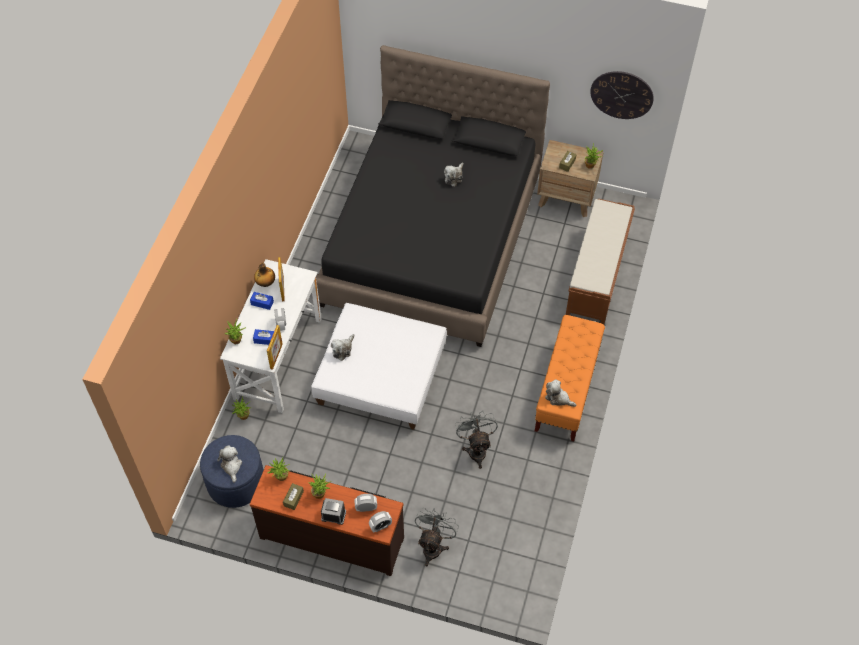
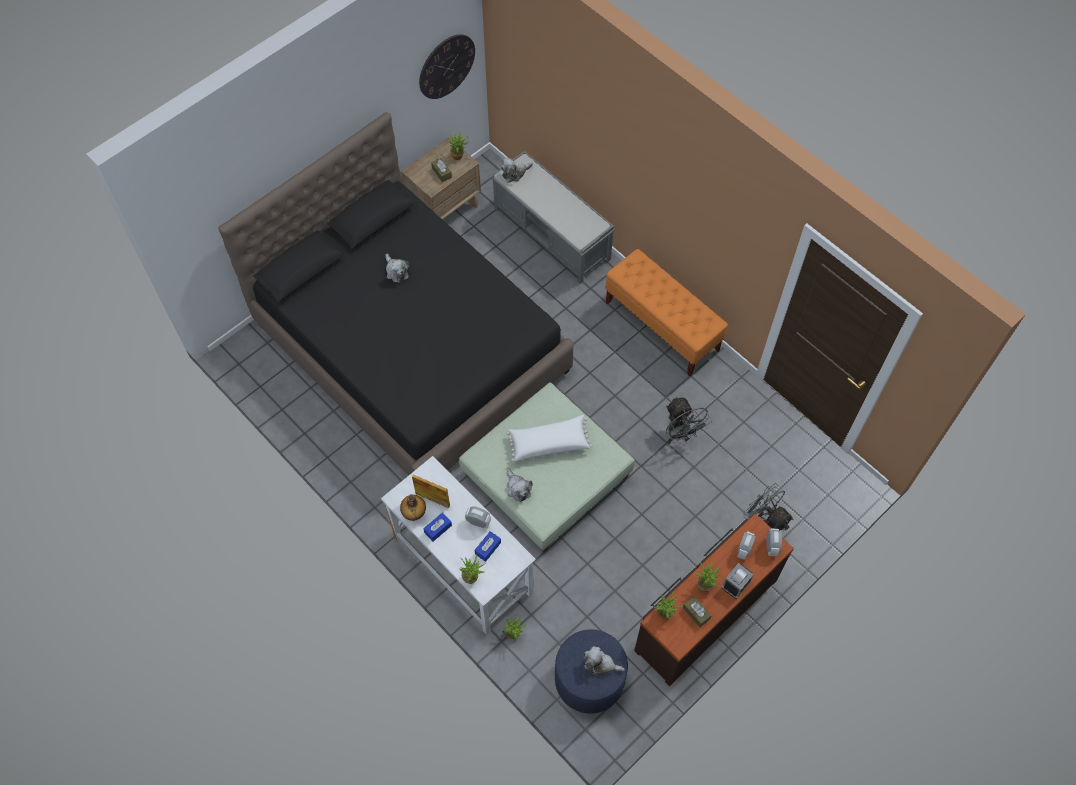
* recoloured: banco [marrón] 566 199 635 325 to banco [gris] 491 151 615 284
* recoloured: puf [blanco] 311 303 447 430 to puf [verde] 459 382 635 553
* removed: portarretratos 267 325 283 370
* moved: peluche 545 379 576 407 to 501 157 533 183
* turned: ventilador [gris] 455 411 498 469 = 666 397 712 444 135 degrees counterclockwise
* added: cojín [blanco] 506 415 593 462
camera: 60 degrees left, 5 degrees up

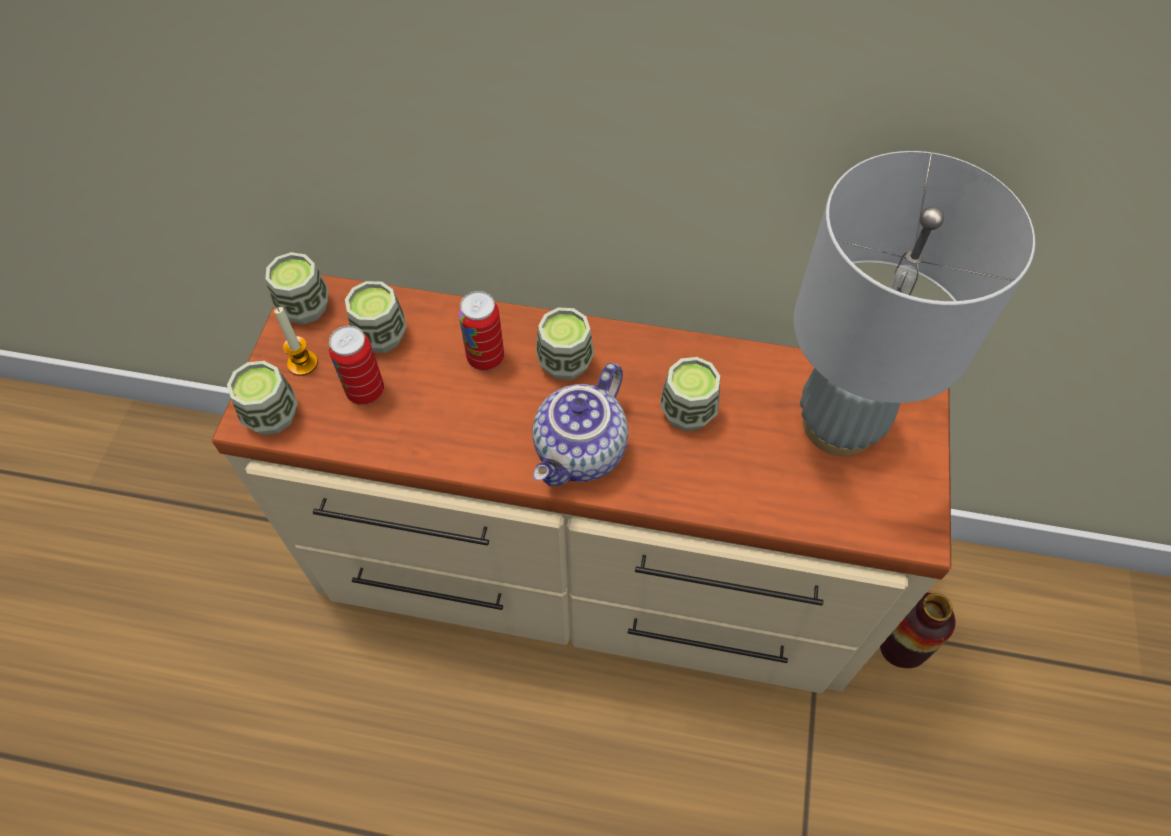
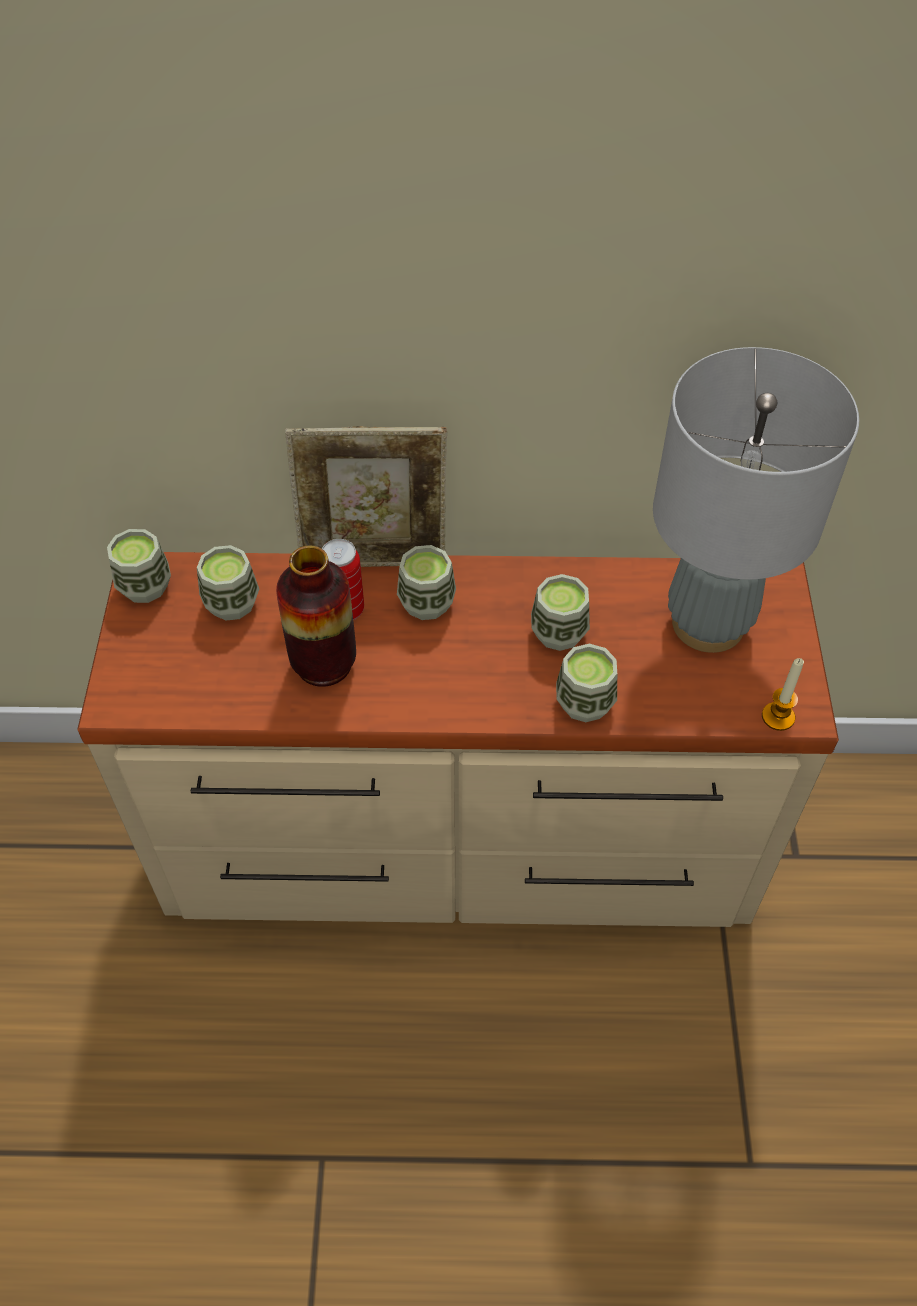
* moved: vela 274 307 318 376 to 762 658 804 731
* removed: lata 329 326 384 405
* moved: taza 227 361 298 435 to 556 644 617 722
* removed: tetera 532 363 628 487
* moved: florero 880 592 956 668 to 276 546 356 687
* added: portarretratos 285 426 447 567
camera: 10 degrees left, 5 degrees down

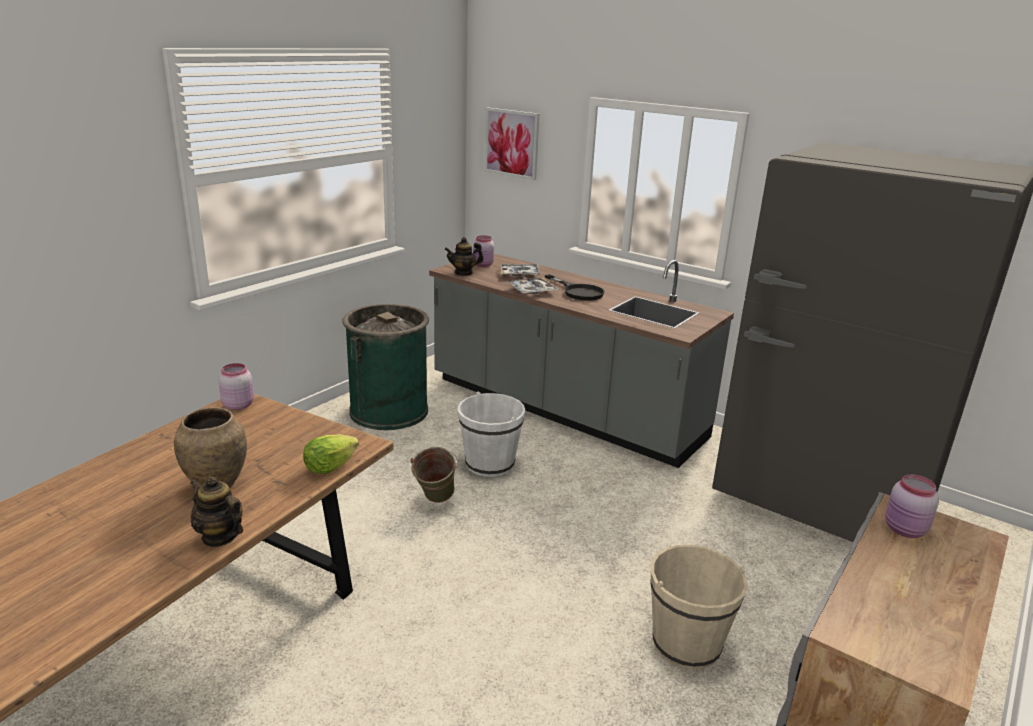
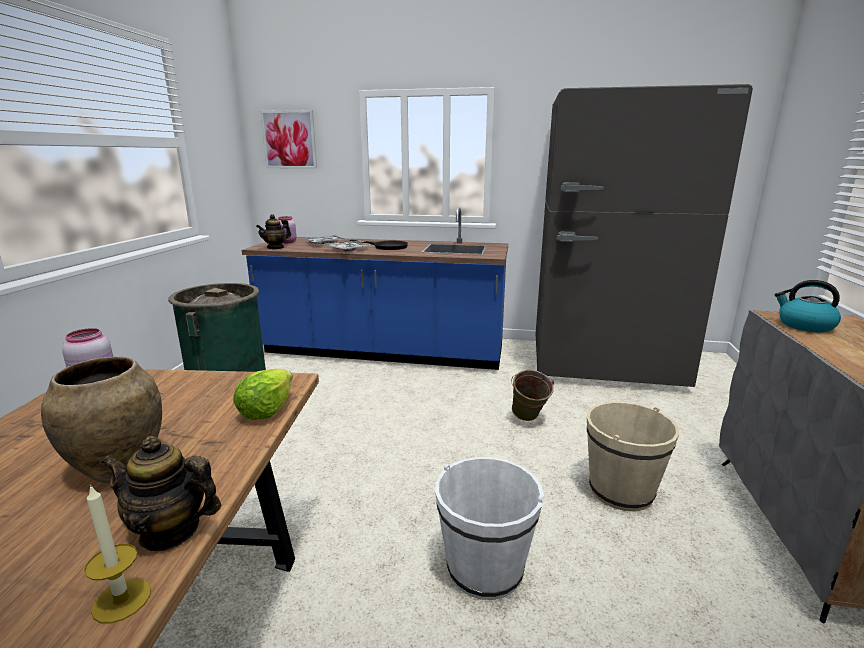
* recoloured: mueble bajo de cocina [gris] 429 254 734 468 to mueble bajo de cocina [azul] 242 208 508 370
* moved: cubo [blanco] 458 391 525 477 to 435 457 544 600
* moved: cubo [verde] 410 447 458 503 to 511 370 554 421
* replaced: tarro [rosa] 885 474 939 538 to hervidor 775 280 841 333
* added: vela 84 484 151 623
camera: 25 degrees left, 5 degrees down

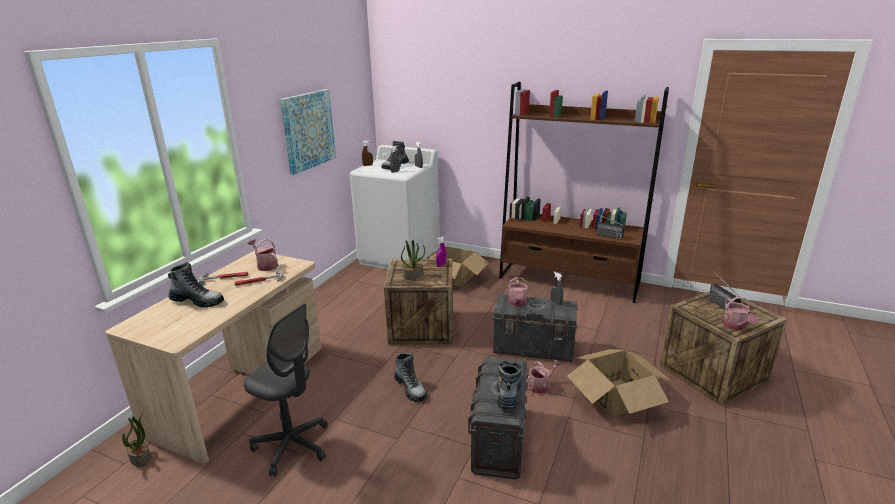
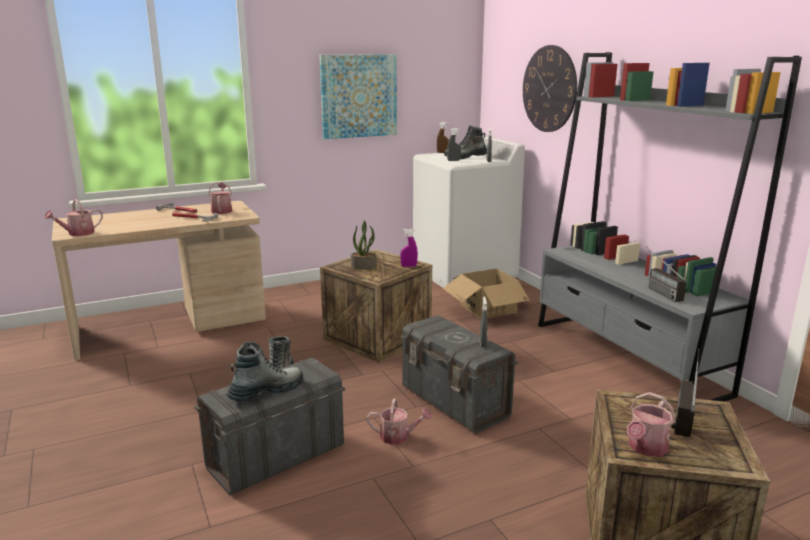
* recoloured: estantería [marrón] 499 82 669 303 to estantería [gris] 538 52 802 401
* removed: bota 168 262 224 308
* moved: regadera 508 277 529 306 to 44 199 103 236
* removed: silla de oficina [gris] 244 303 327 477
* removed: caja de cartón 567 349 671 417
* removed: planta en maceta 122 414 151 467
* added: reloj de pared 523 45 577 132
camera: 40 degrees right, 5 degrees down

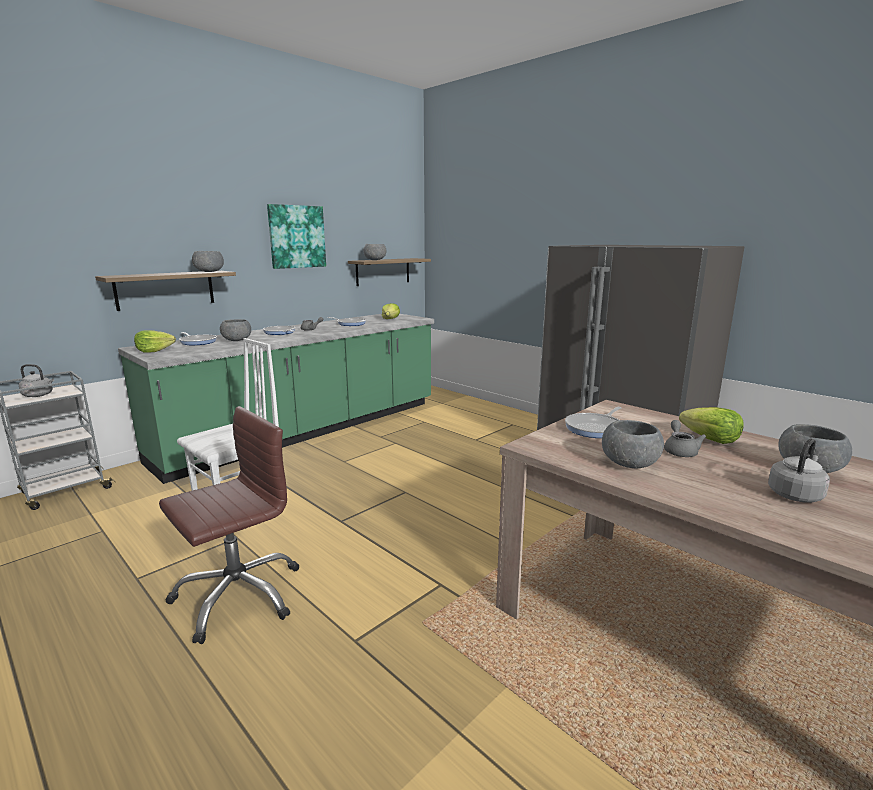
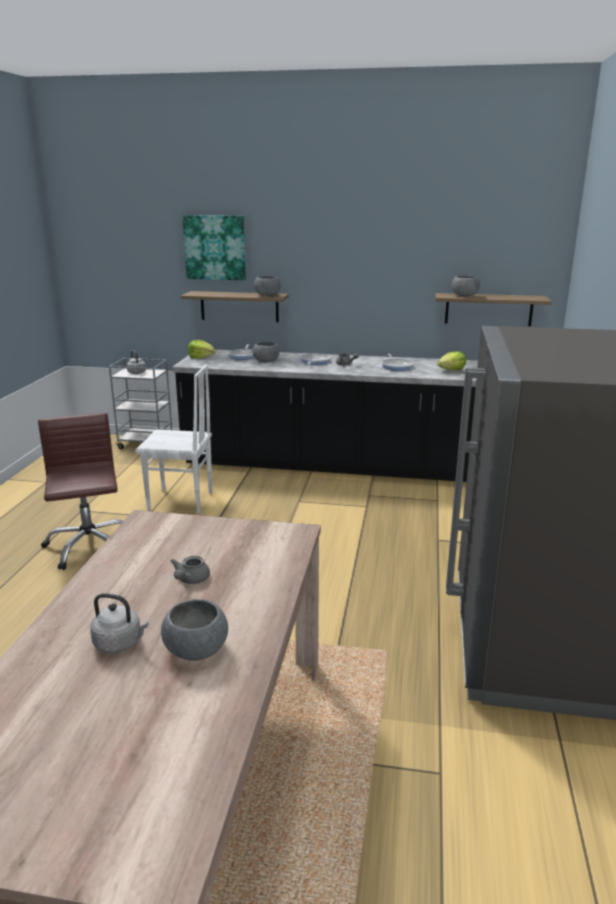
* moved: cuadro 267 204 326 269 to 183 215 246 280
* recoloured: mueble bajo de cocina [verde] 118 314 434 484 to mueble bajo de cocina [negro] 172 350 478 482
* turned: silla de oficina [marrón] 159 406 300 644 = 38 413 123 570 120 degrees counterclockwise
* removed: sartén 565 407 621 438
* removed: lechuga 679 407 744 444
* removed: cuenco [gris] 602 420 664 468
* turned: tetera [gris] 664 420 706 457 = 170 556 210 584 135 degrees clockwise
camera: 55 degrees right, 5 degrees up

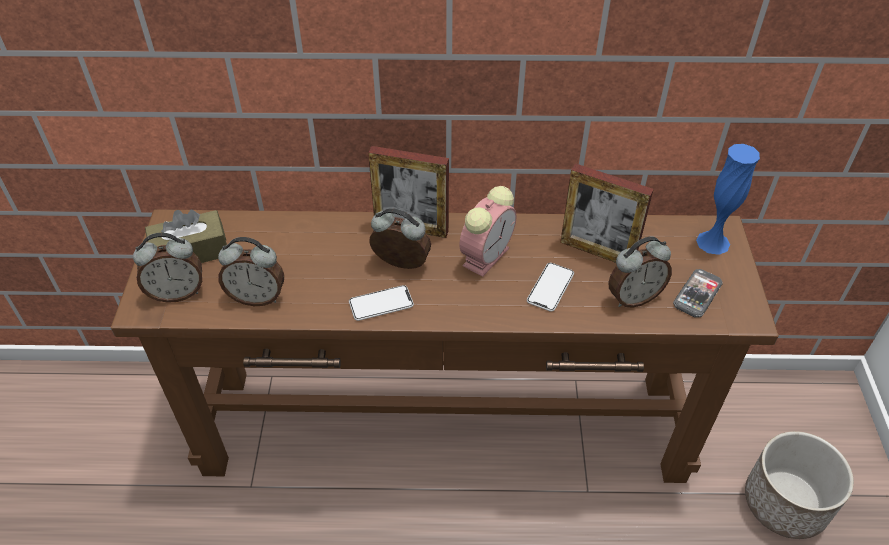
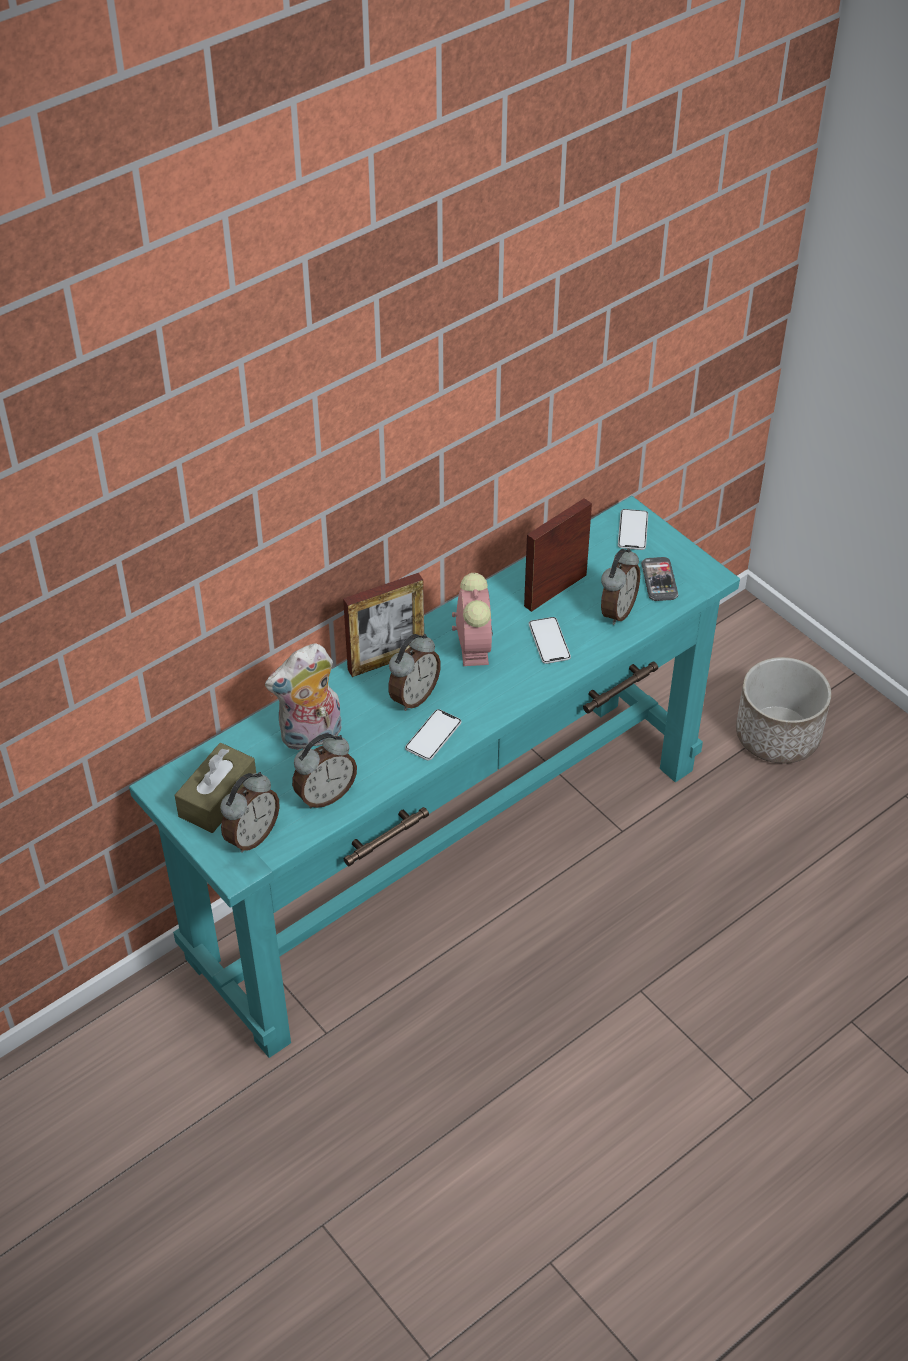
* replaced: florero [azul] 696 144 760 255 to móvil 618 509 648 550
* turned: portarretratos 560 163 654 263 = 524 498 592 612 150 degrees clockwise
* turned: despertador 369 208 431 269 = 388 634 441 711 150 degrees clockwise
* recoloured: mesa consola [marrón] 111 209 779 483 to mesa consola [turquesa] 129 496 740 1058
* added: peluche 265 643 342 750
camera: 40 degrees left, 0 degrees up

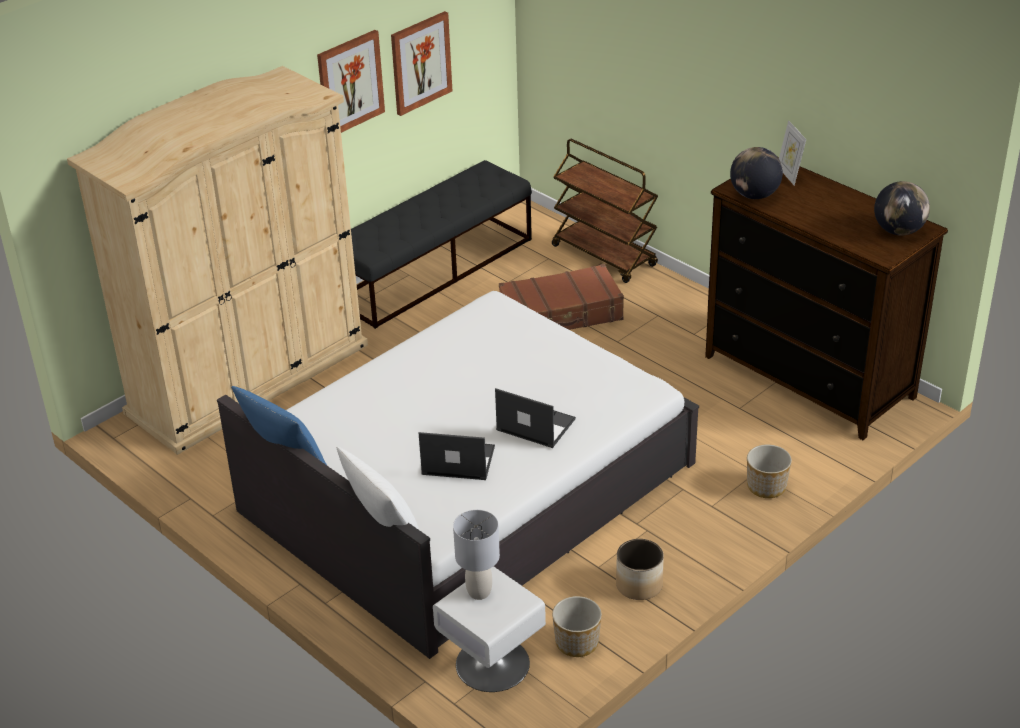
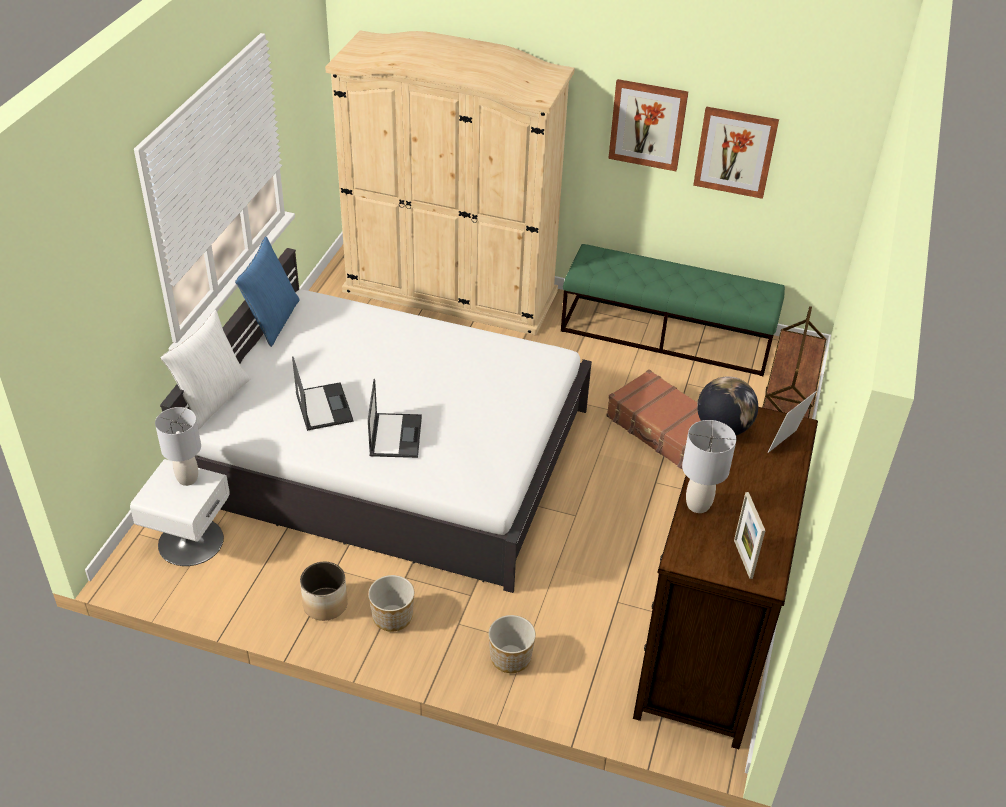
* recoloured: banco [negro] 351 160 532 329 to banco [verde] 561 244 785 376
* replaced: globo terráqueo 874 181 930 236 to portarretratos 734 492 765 579
* moved: maceta 552 596 602 657 to 368 575 414 632
* added: lámpara de mesa [gris] 682 420 737 513
camera: 60 degrees right, 5 degrees up

